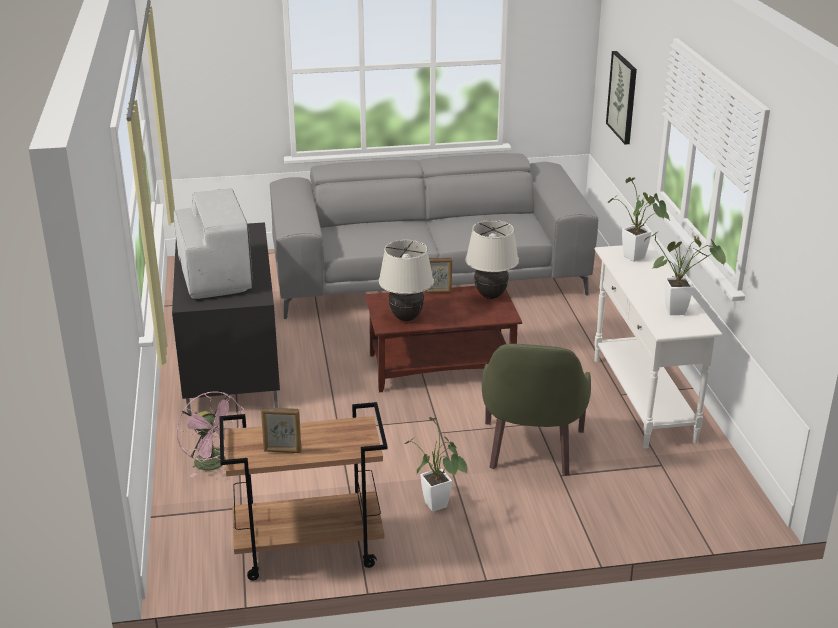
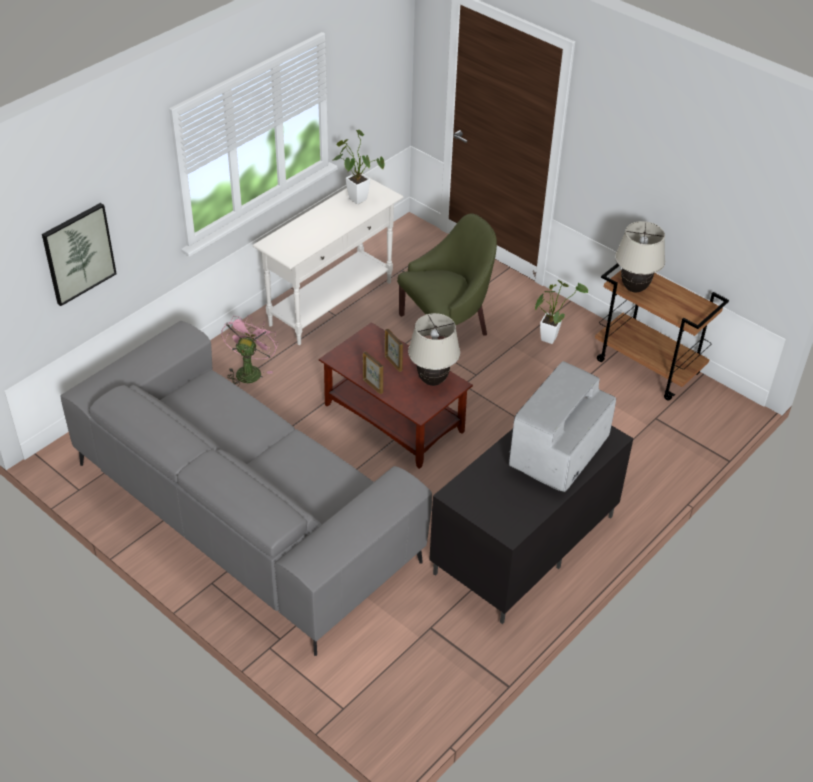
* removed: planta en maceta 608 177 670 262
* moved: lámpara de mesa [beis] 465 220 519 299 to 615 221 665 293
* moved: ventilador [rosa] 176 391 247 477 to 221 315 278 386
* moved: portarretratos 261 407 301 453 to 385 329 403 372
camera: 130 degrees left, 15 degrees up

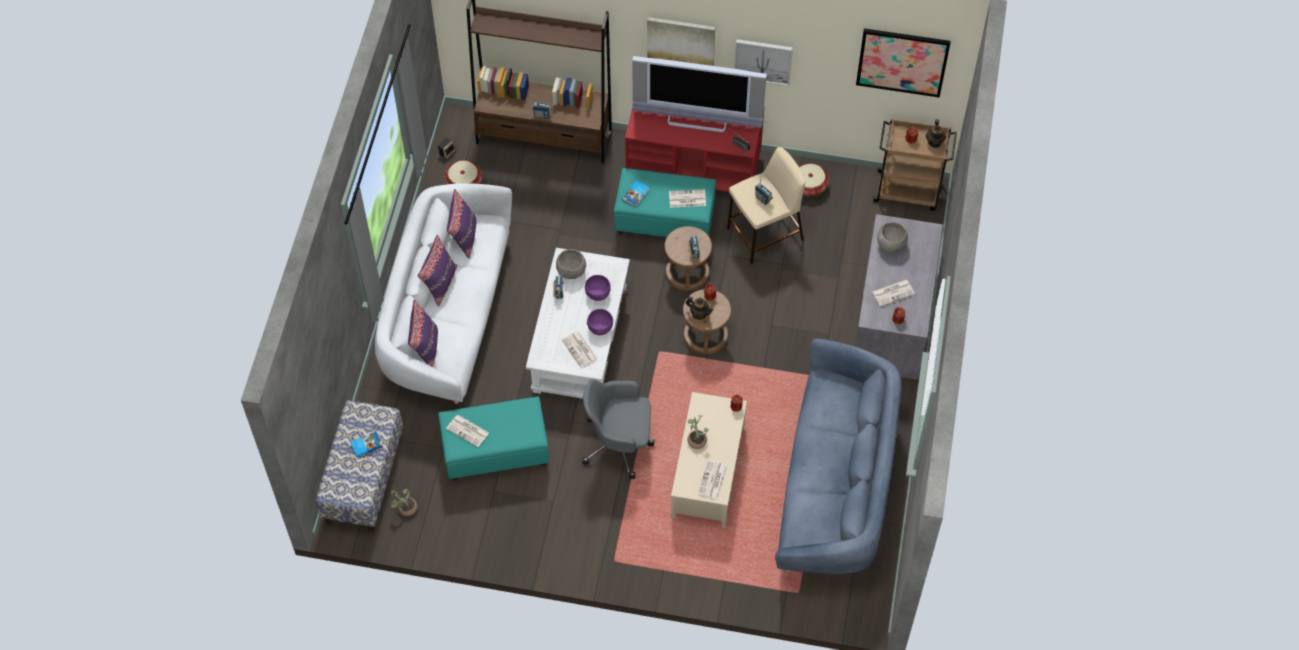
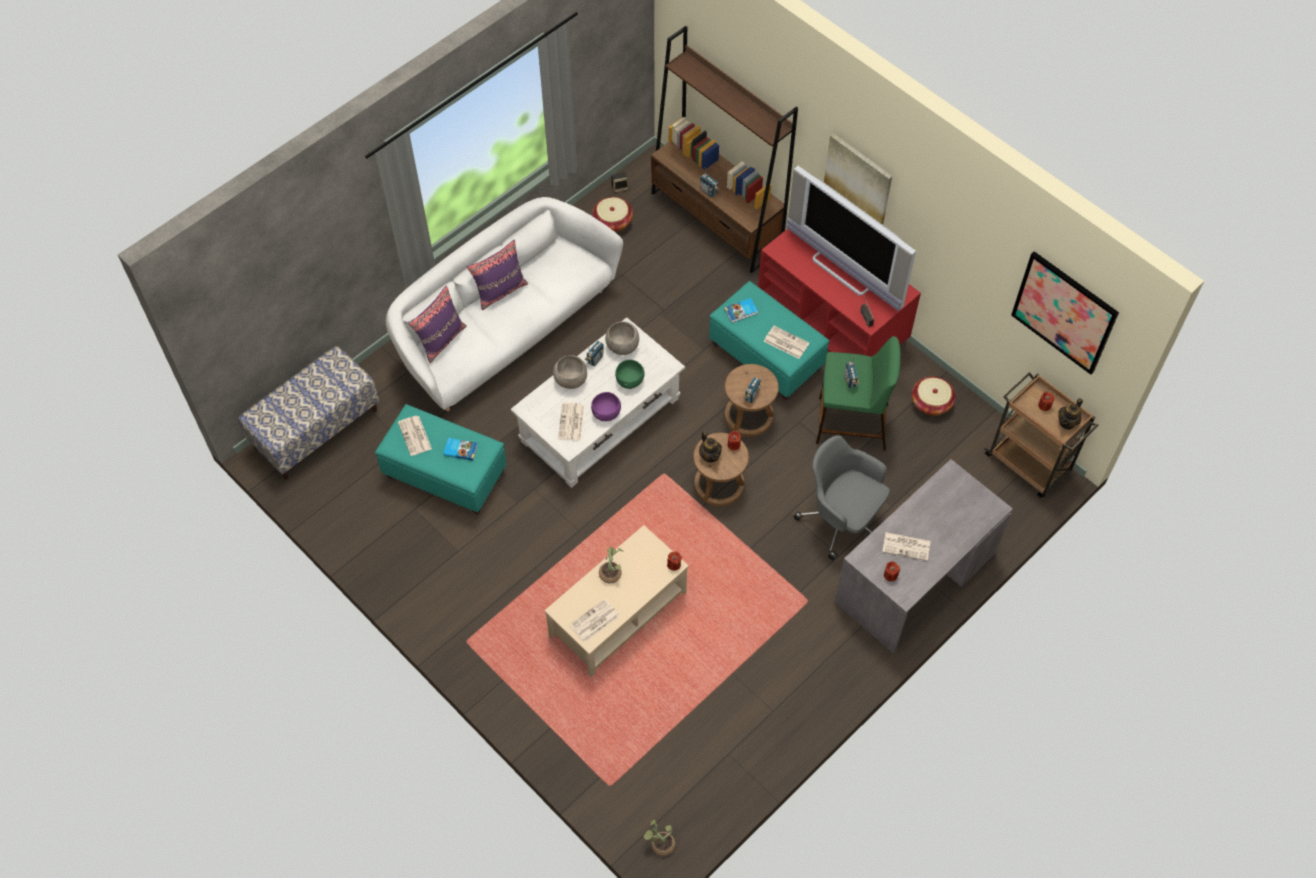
* removed: cuadro 734 39 793 86
* recoloured: taburete [beis] 727 147 806 264 to taburete [verde] 816 336 901 451
* removed: cojín [morado] 447 189 476 259
* moved: cuenco [gris] 877 222 908 252 to 553 355 587 389
* recoloured: cuenco [morado] 585 275 611 301 to cuenco [verde] 615 360 645 389
* removed: sofá [azul] 775 339 902 574
* moved: silla de oficina [gris] 582 379 655 479 to 794 435 890 560
* moved: libro 350 432 383 457 to 443 438 478 461
* moved: planta en maceta 391 489 417 516 to 643 820 675 856
camera: 35 degrees right, 0 degrees up

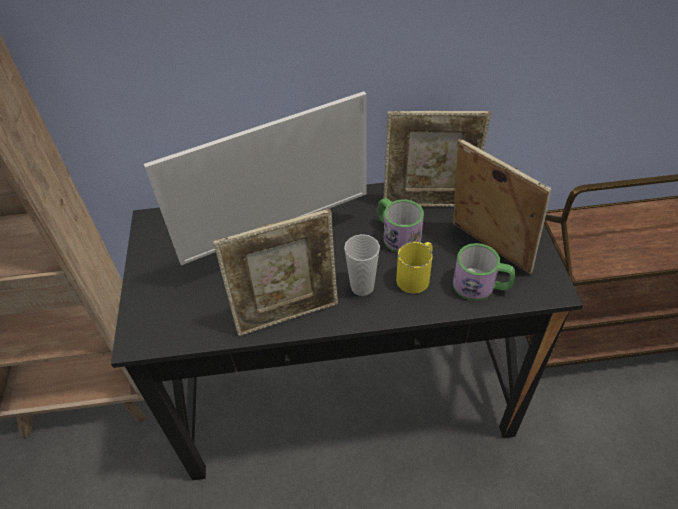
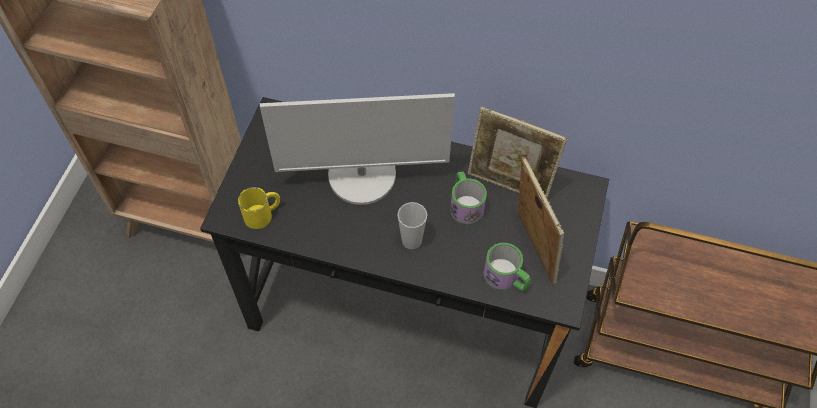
* removed: portarretratos 213 209 338 336
* moved: taza grande [amarillo] 396 242 433 294 to 238 187 280 229
camera: 20 degrees right, 10 degrees up

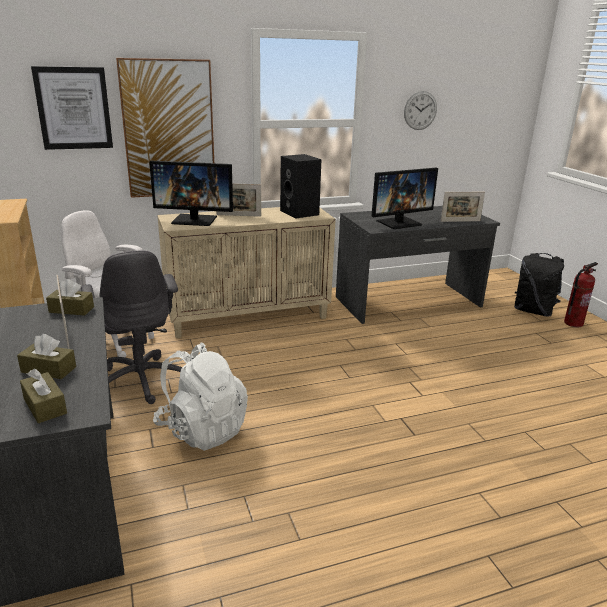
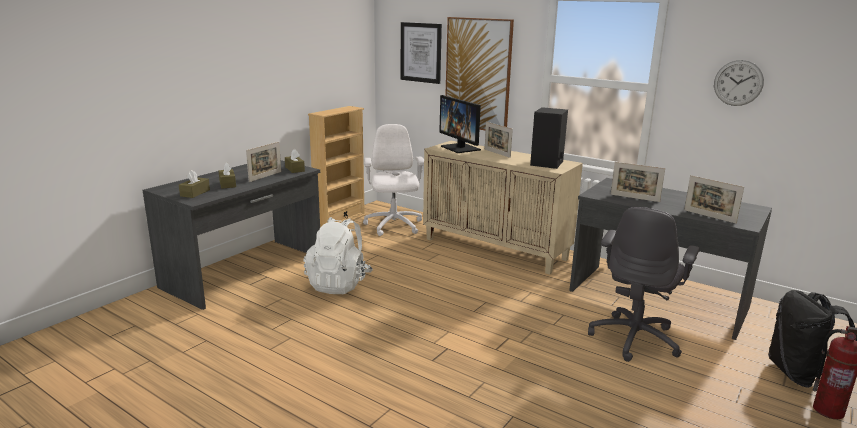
* replaced: monitor 371 168 438 229 to portarretratos 611 162 665 202
* moved: silla de oficina [gris] 81 251 182 404 to 588 207 700 362
camera: 55 degrees right, 5 degrees down

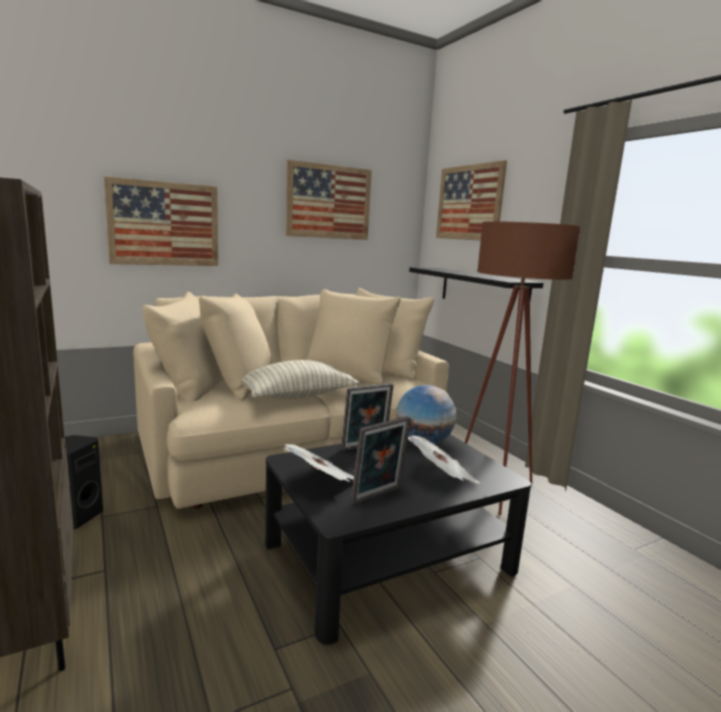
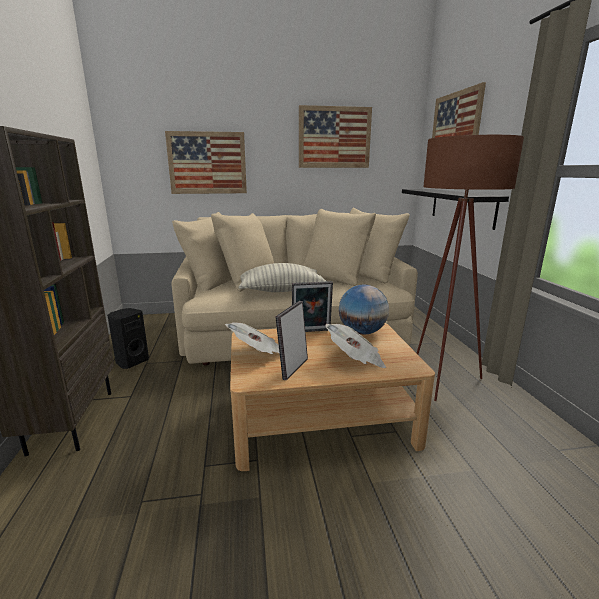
* turned: portarretratos 351 416 411 505 = 275 301 308 380 135 degrees clockwise
* recoloured: mesa de centro [negro] 265 434 531 645 to mesa de centro [beis] 230 323 435 471
camera: 20 degrees right, 5 degrees up

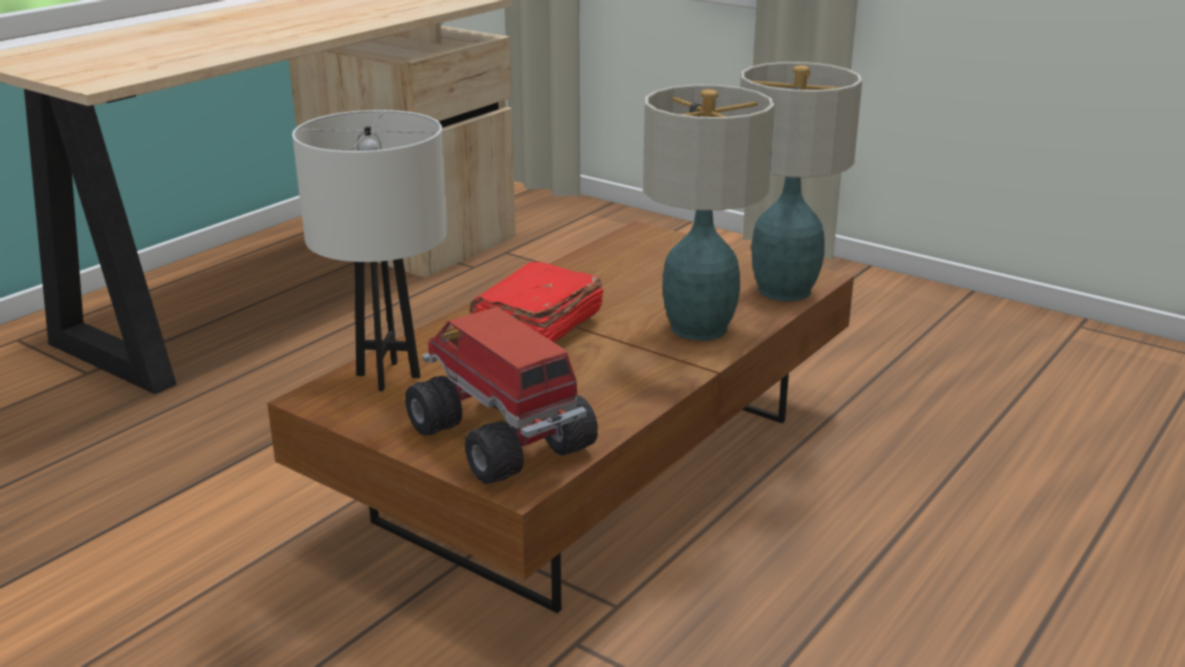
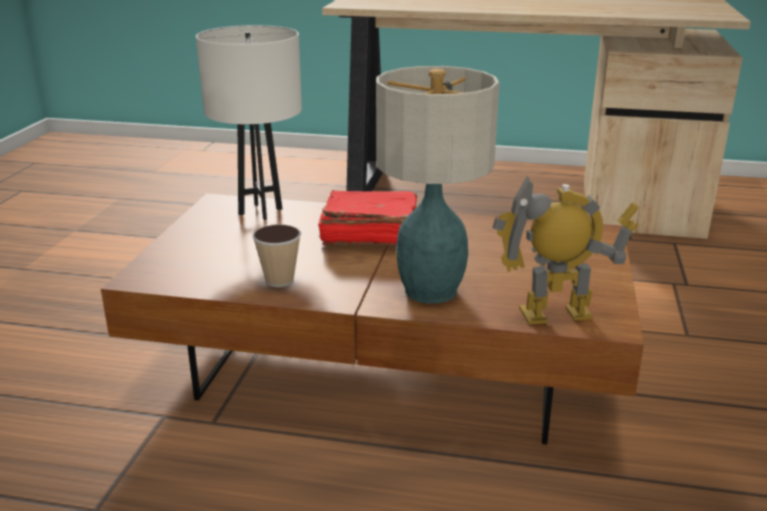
* replaced: lámpara de mesa 740 62 862 301 to robot de juguete 493 176 639 324
* removed: camión de juguete 405 307 598 484
* added: taza 253 225 301 287
camera: 65 degrees right, 0 degrees up

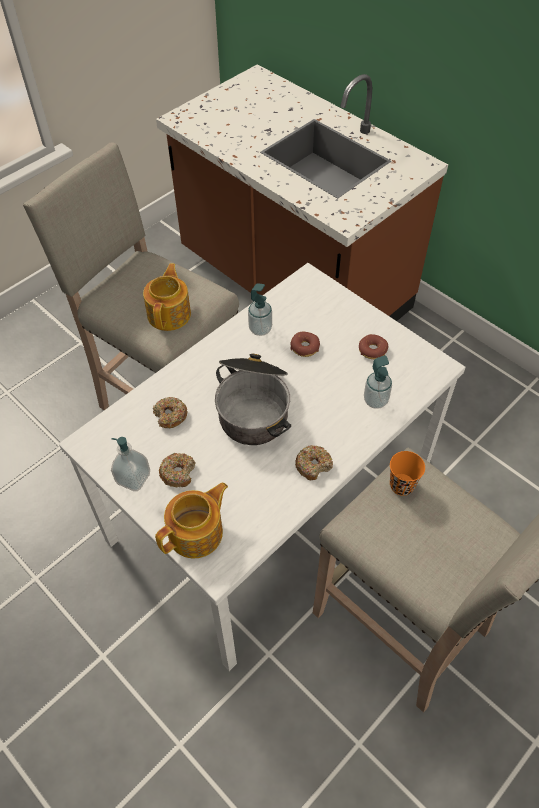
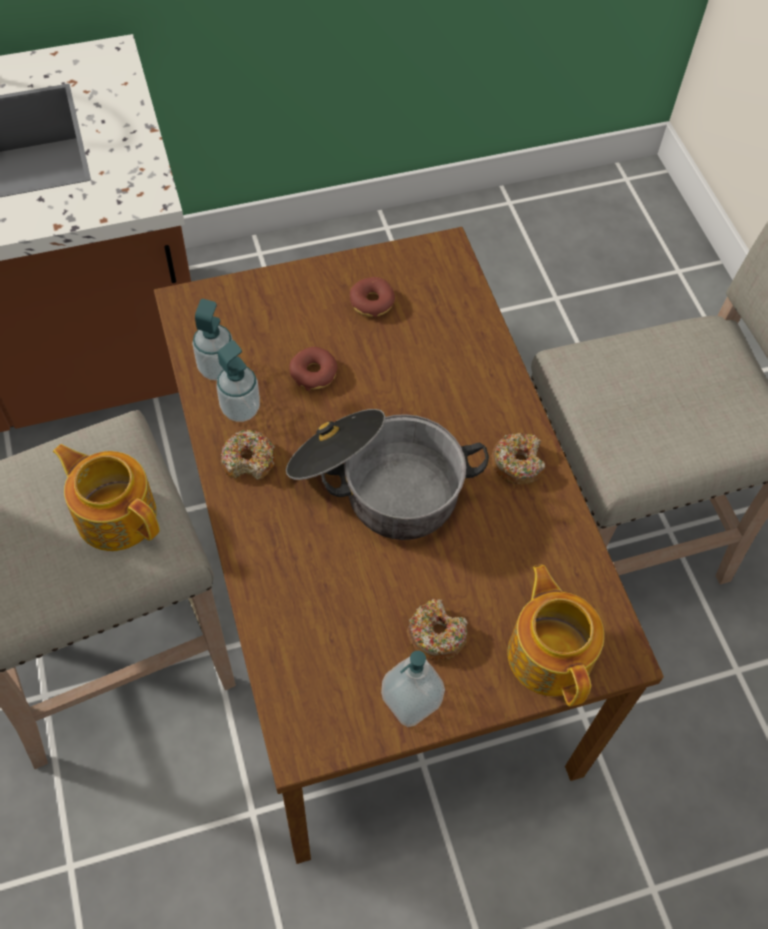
* recoloured: mesa de comedor [blanco] 59 263 466 671 to mesa de comedor [marrón] 154 227 664 864
* moved: dispensador de jabón 364 355 392 409 to 192 299 233 381
* moved: rosquilla 153 397 188 428 to 221 430 276 480
* removed: taza [naranja] 390 451 425 496
camera: 65 degrees left, 5 degrees up

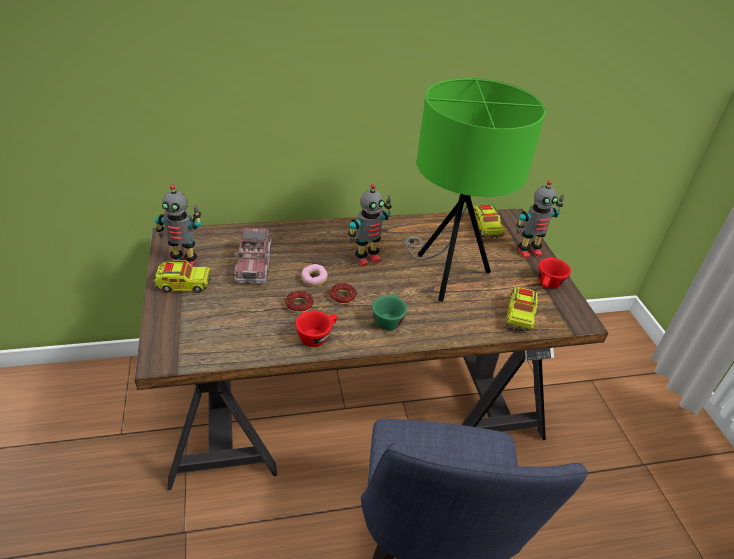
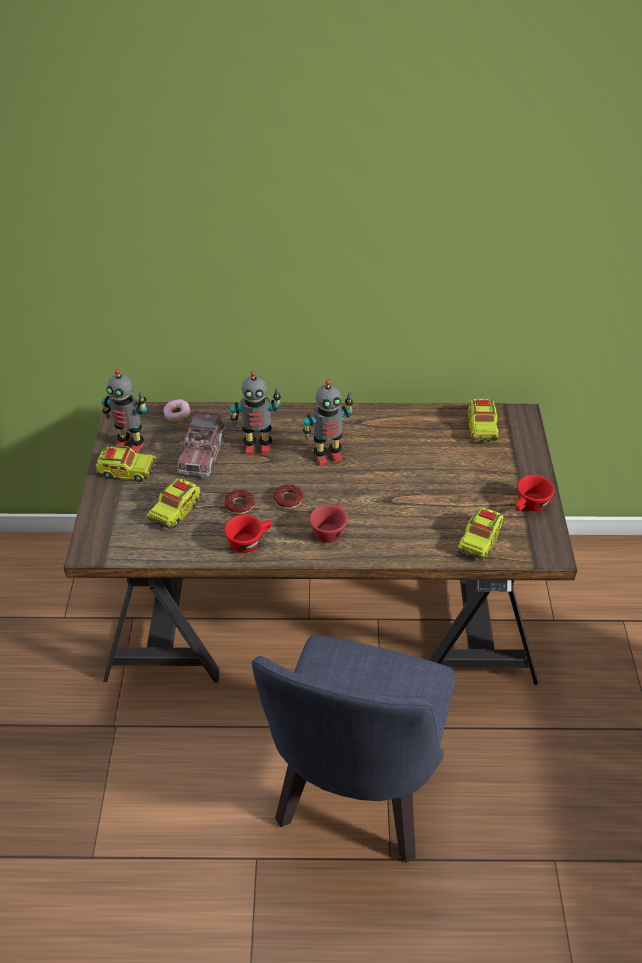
* removed: lámpara de mesa [verde] 405 78 546 302
* moved: robot de juguete 516 180 564 258 to 230 371 281 455
* moved: rosquilla 301 264 328 287 to 163 399 190 422
* recoloured: taza [verde] 372 294 407 330 to taza [rojo] 309 503 347 543
* added: camión de juguete 146 479 202 529
camera: 15 degrees right, 5 degrees up

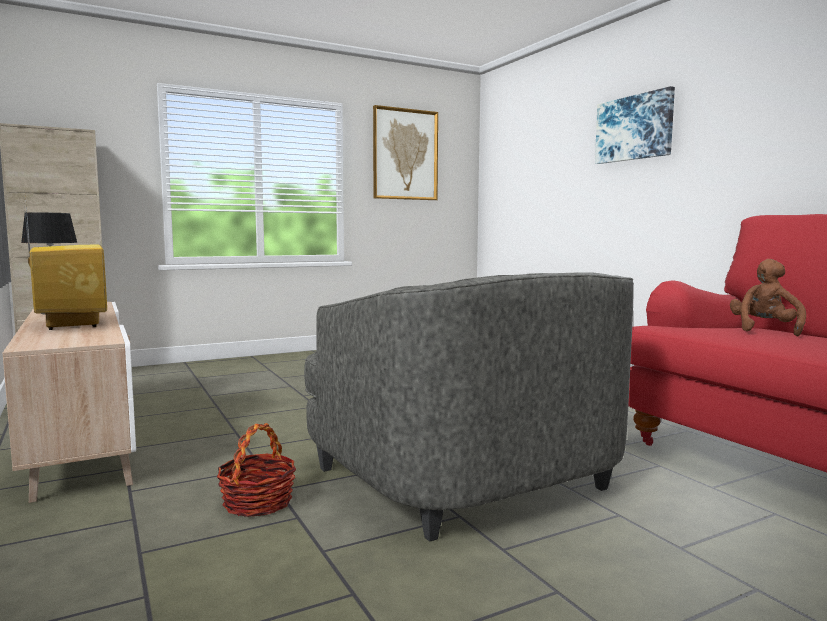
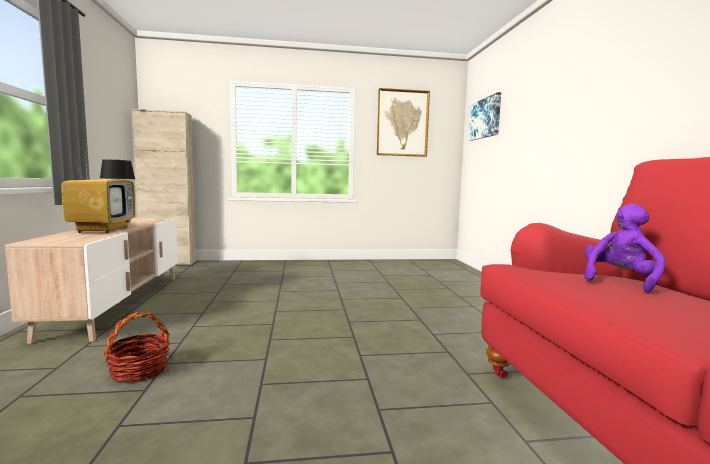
* moved: cuadro 595 86 675 164 to 469 92 501 141
* recoloured: peluche [marrón] 730 259 806 336 to peluche [morado] 584 204 666 293
* removed: sillón [gris] 304 273 634 542
camera: 20 degrees right, 0 degrees up

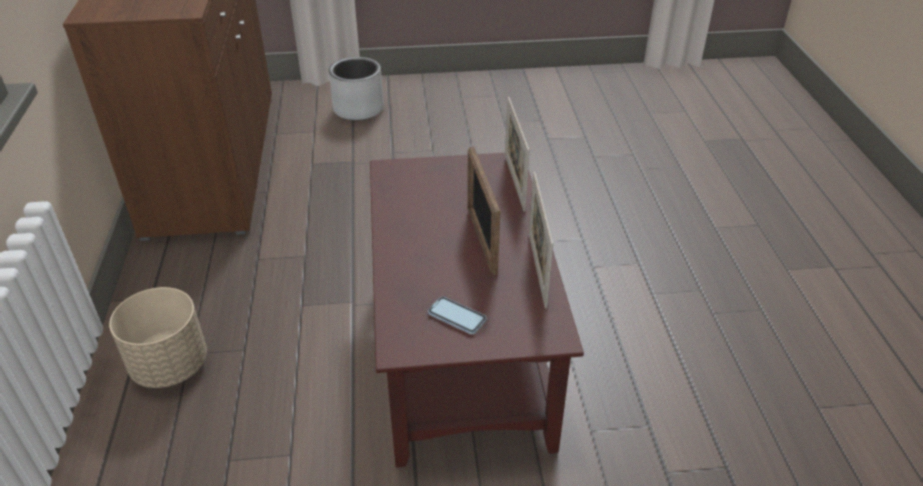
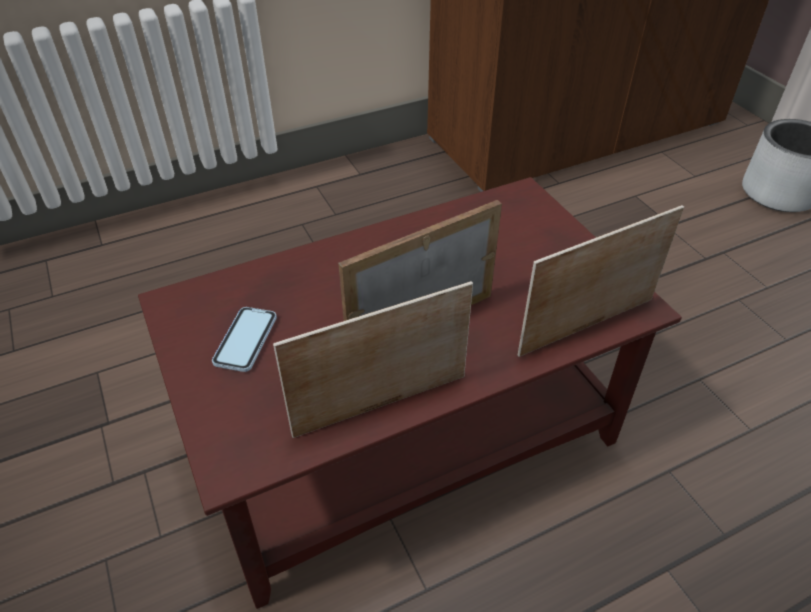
* removed: maceta [beis] 109 287 207 388
camera: 70 degrees right, 5 degrees up

